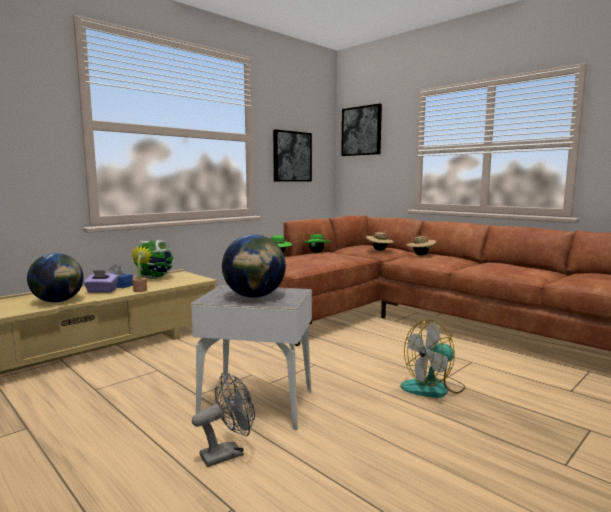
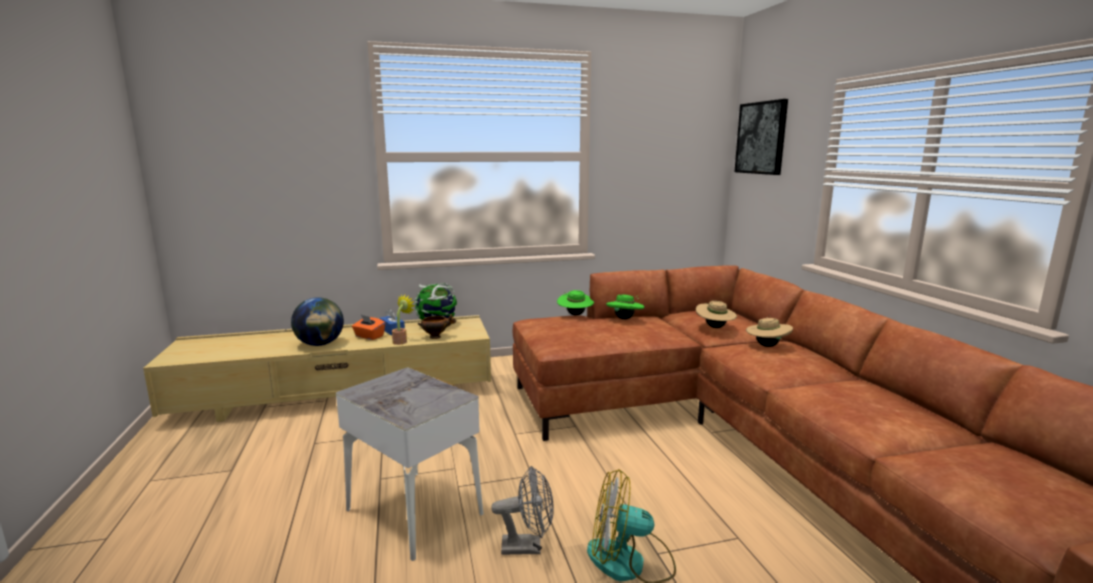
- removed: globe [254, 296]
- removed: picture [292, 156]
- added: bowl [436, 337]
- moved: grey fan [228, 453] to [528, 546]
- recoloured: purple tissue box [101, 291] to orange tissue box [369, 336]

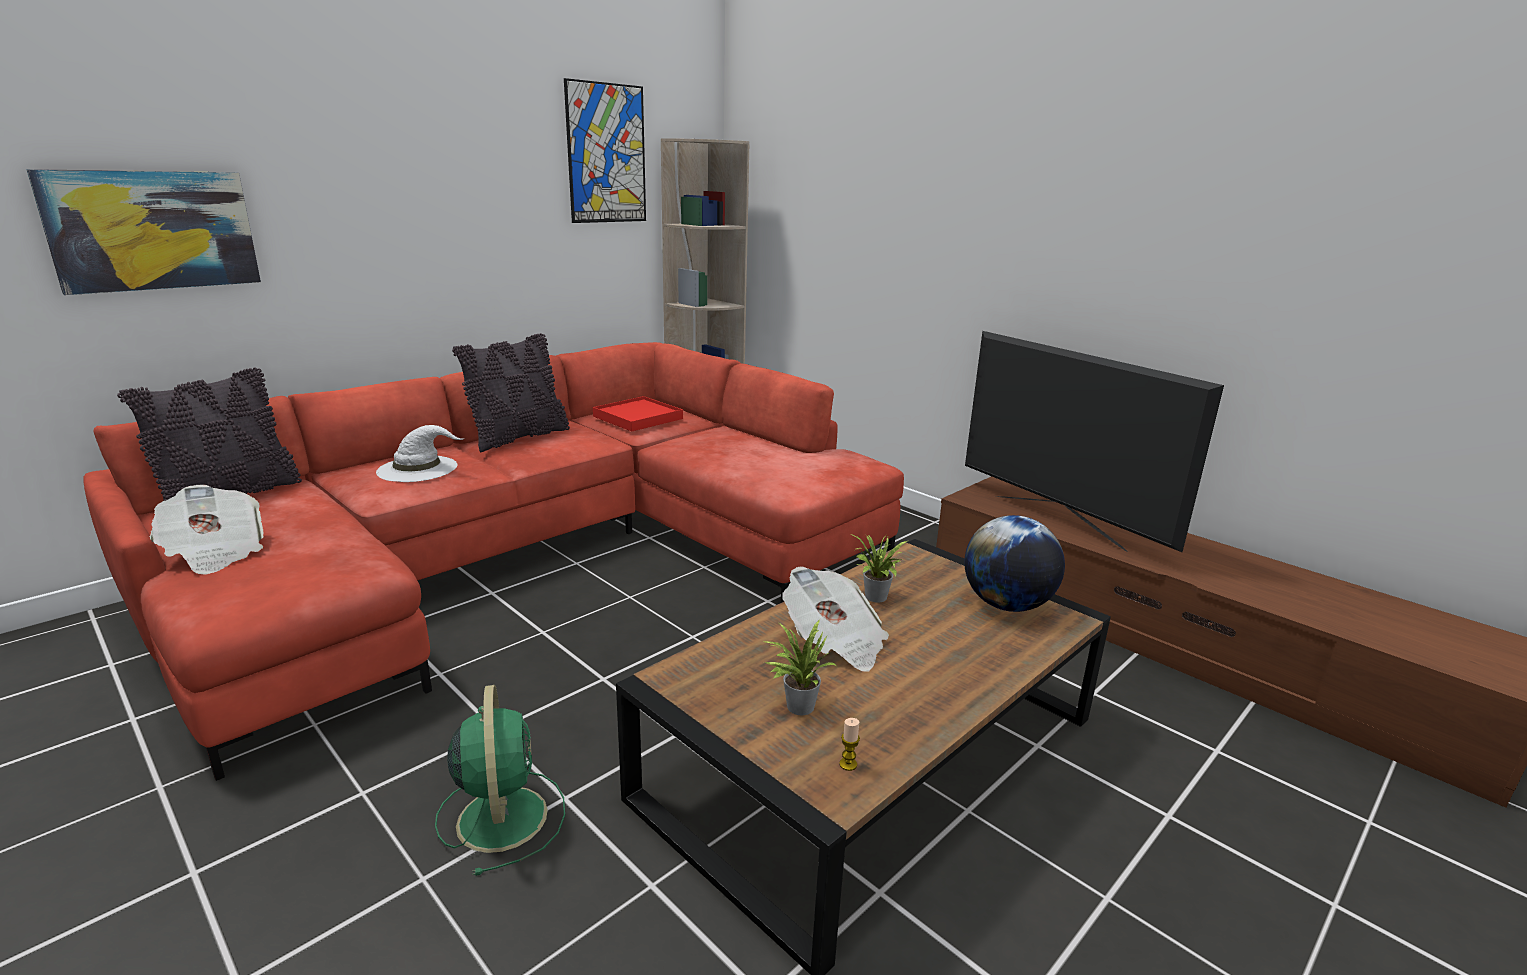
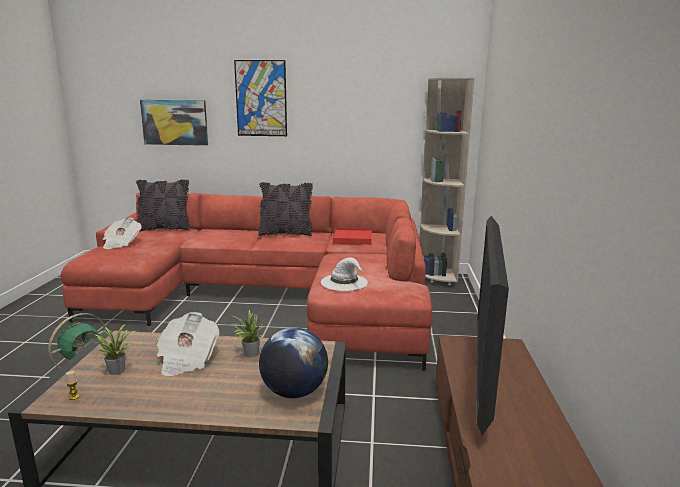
- moved: white hat [419, 468] to [344, 282]
- moved: picture [606, 154] to [261, 98]

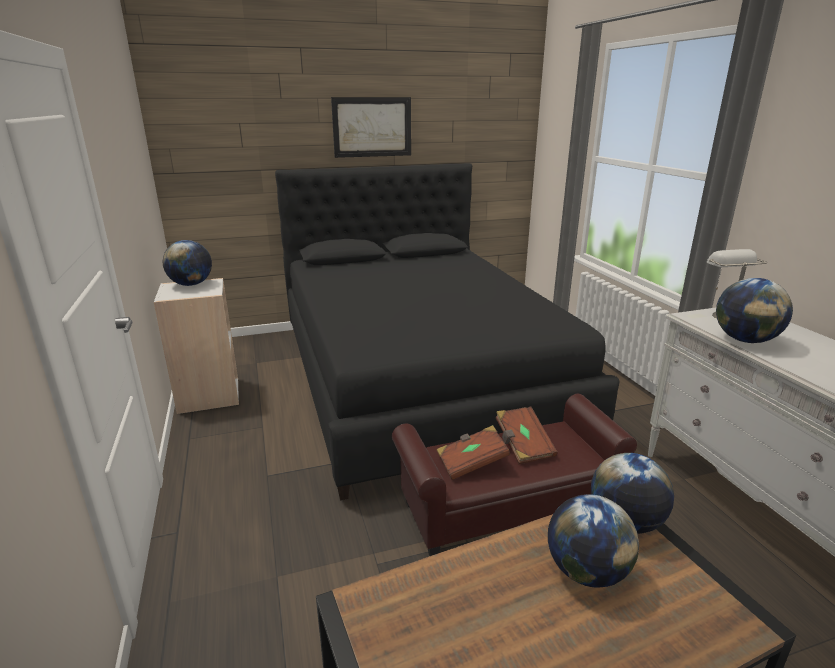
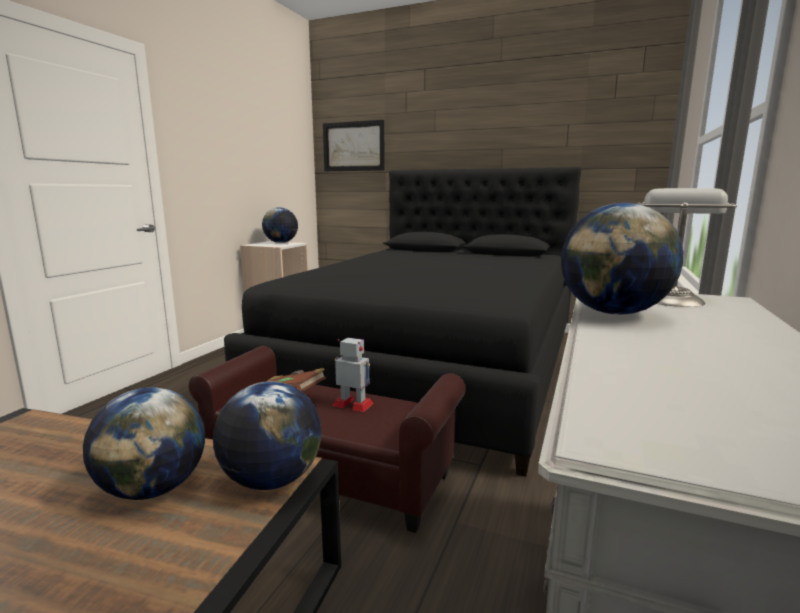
- moved: picture [372, 127] to [353, 146]
- replaced: brown book [523, 445] to toy robot [353, 404]

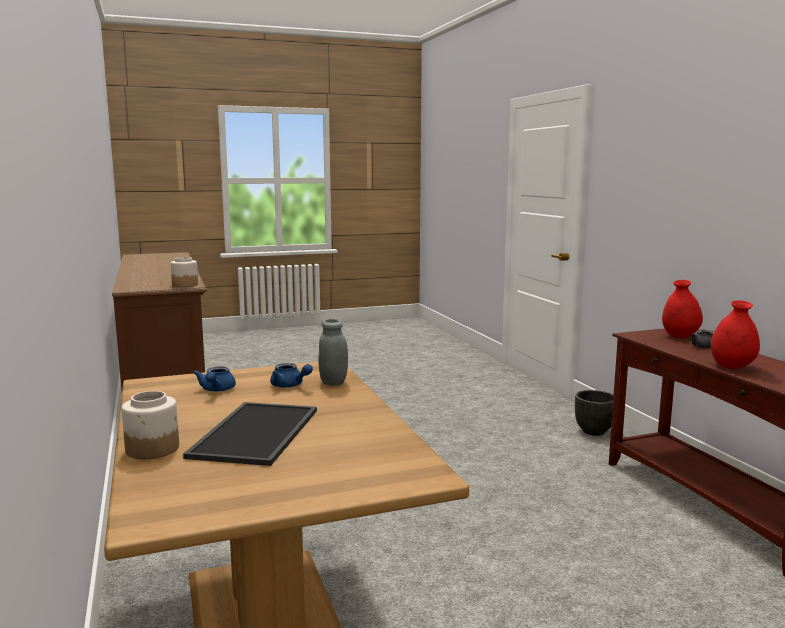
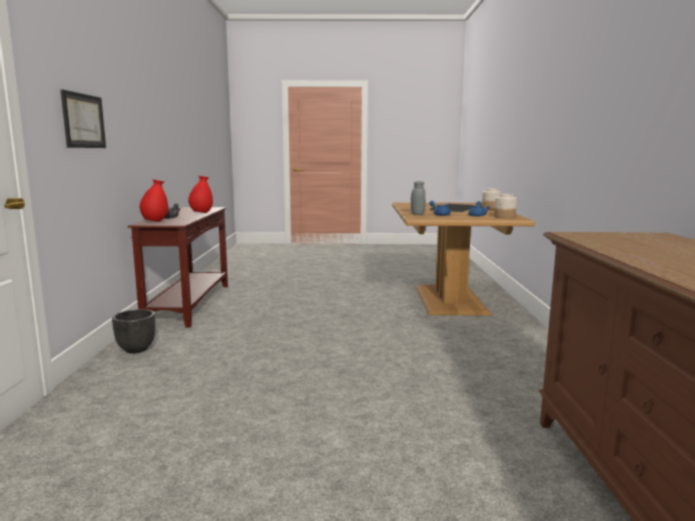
- added: picture [83, 121]
- moved: jar [185, 285] to [504, 217]

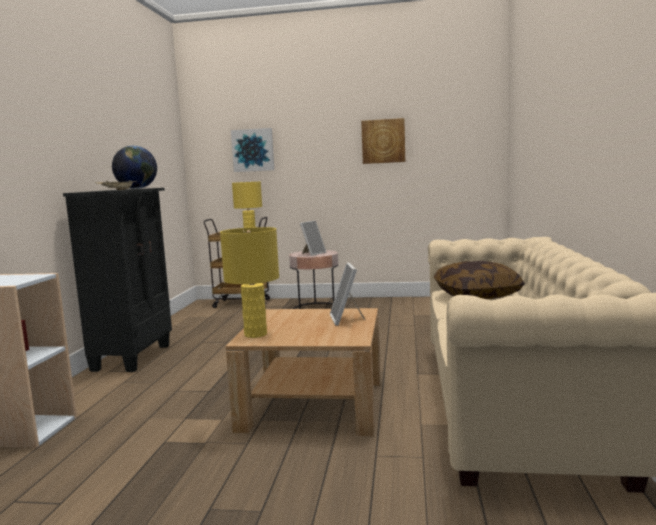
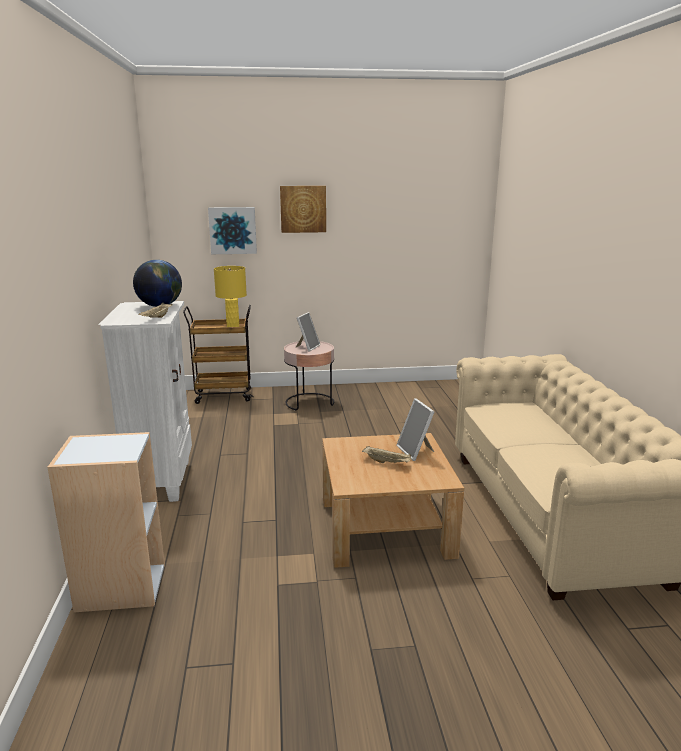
- removed: yellow table lamp [256, 334]
- removed: pillow [477, 295]
- added: beige tray [387, 462]
- moved: picture [383, 141] to [303, 209]
- recoloured: black cabinet [134, 358] to white cabinet [162, 482]

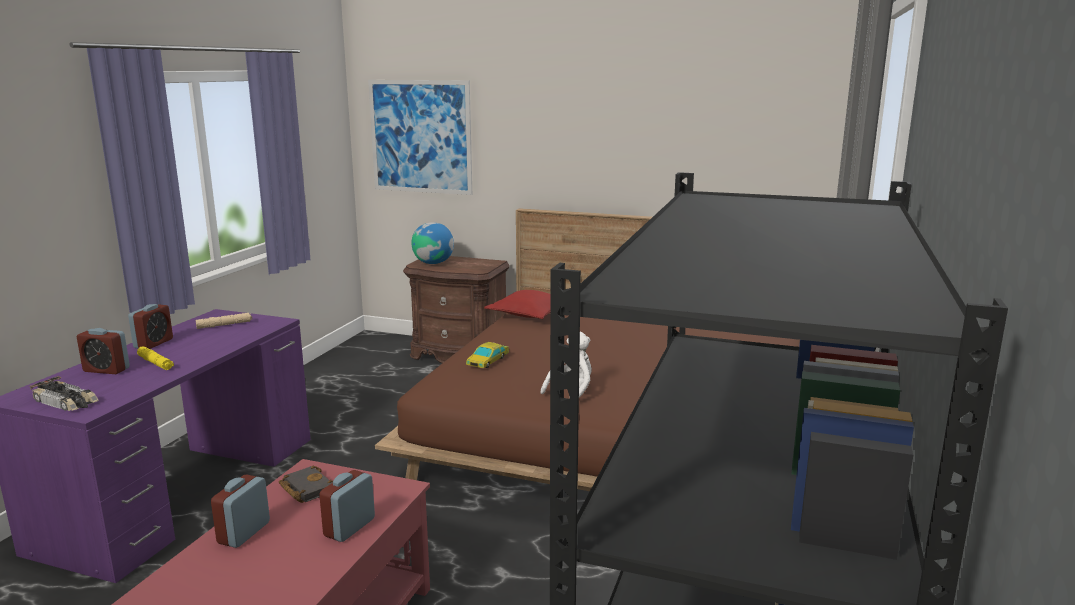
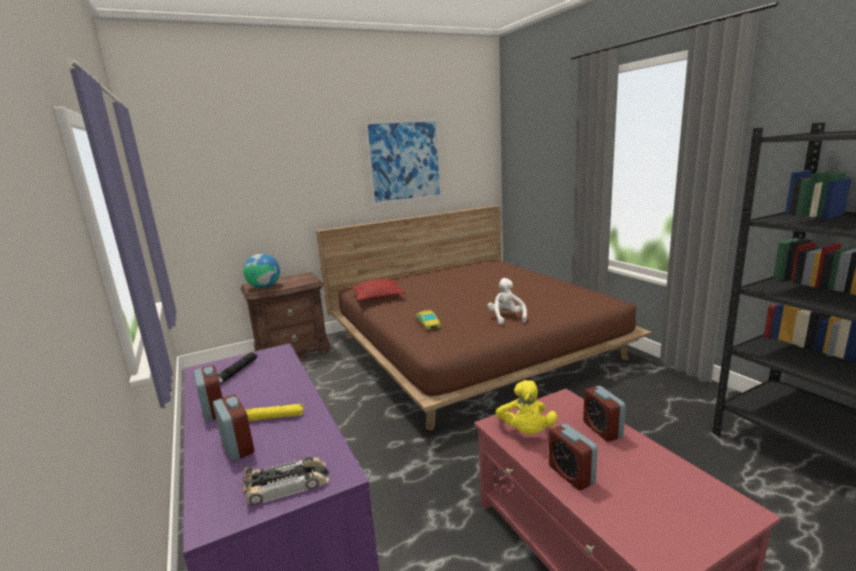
- moved: picture [420, 137] to [405, 161]
- replaced: black book [306, 488] to yellow plush toy [526, 432]
- recoloured: beige flashlight [224, 325] to black flashlight [238, 371]
- turned: alarm clock [106, 370] = [237, 447] 90 degrees counterclockwise

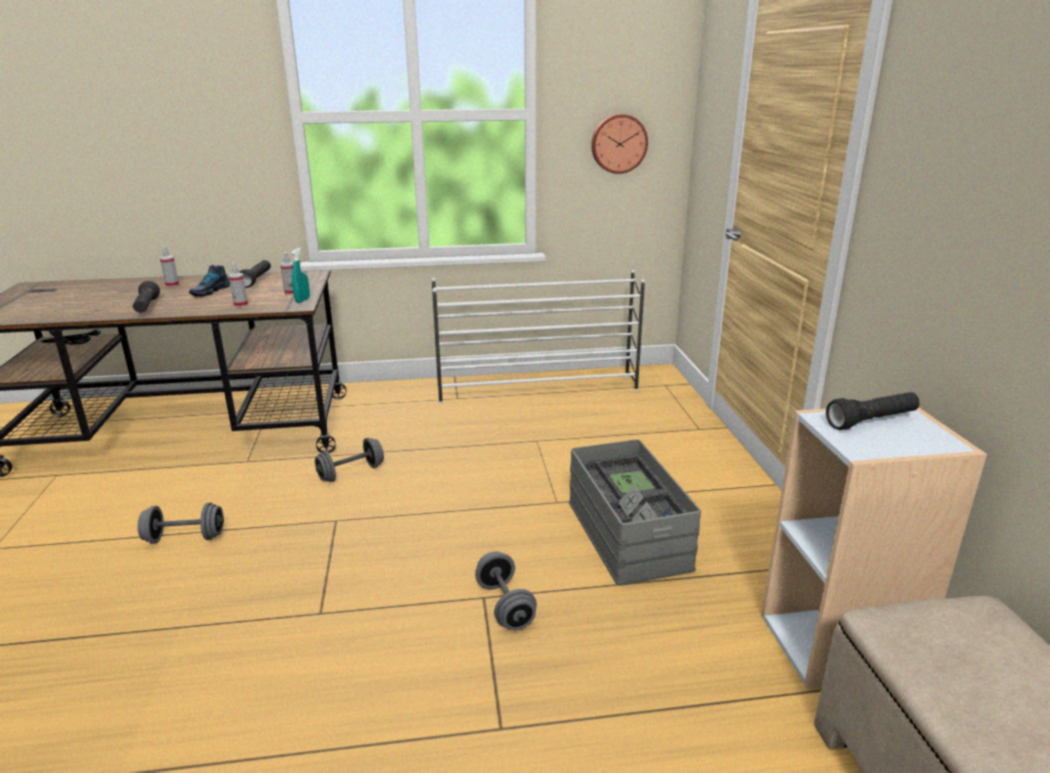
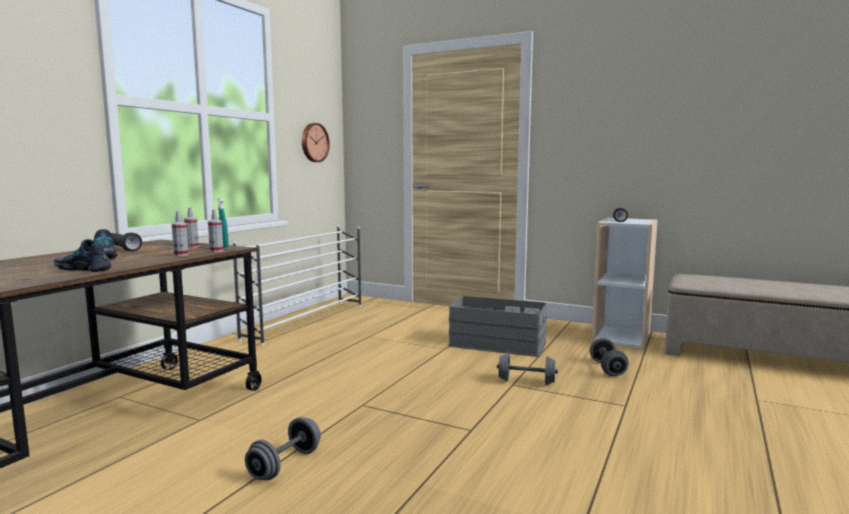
- moved: spray bottle [172, 285] to [216, 251]
- moved: grey dumbbell [351, 473] to [607, 369]
- replaced: black flashlight [147, 307] to shoe [83, 269]

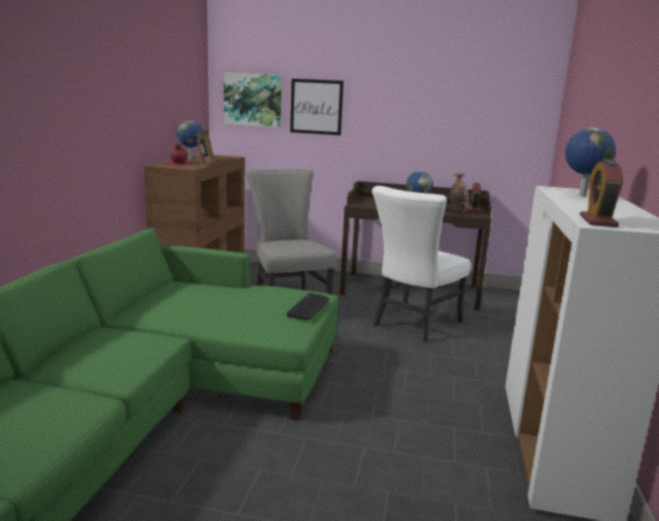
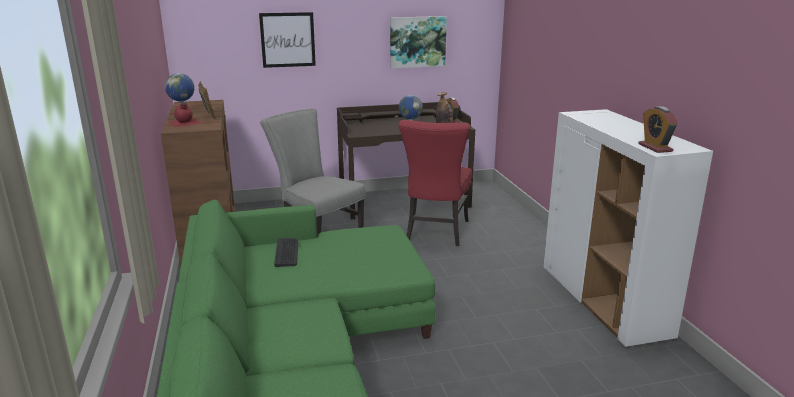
- removed: globe [581, 195]
- moved: picture [253, 99] to [417, 42]
- moved: keyboard [309, 307] to [287, 253]
- recoloured: white chair [413, 324] to red chair [435, 233]

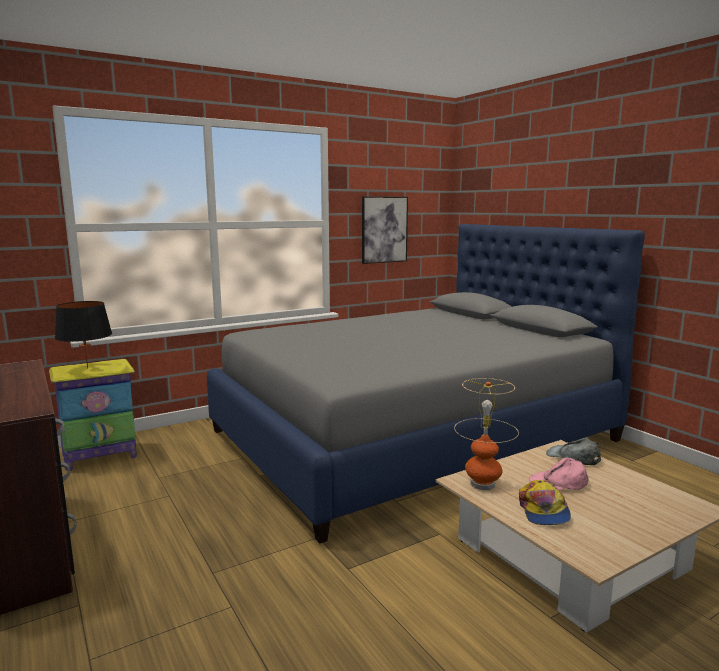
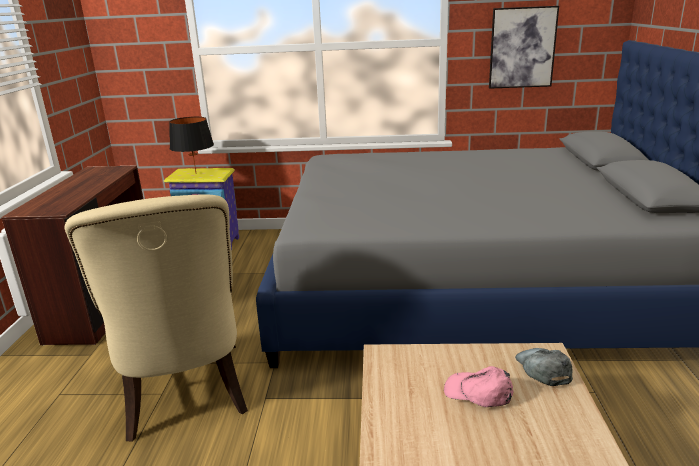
- removed: table lamp [482, 484]
- removed: cap [543, 511]
- added: beige chair [185, 390]

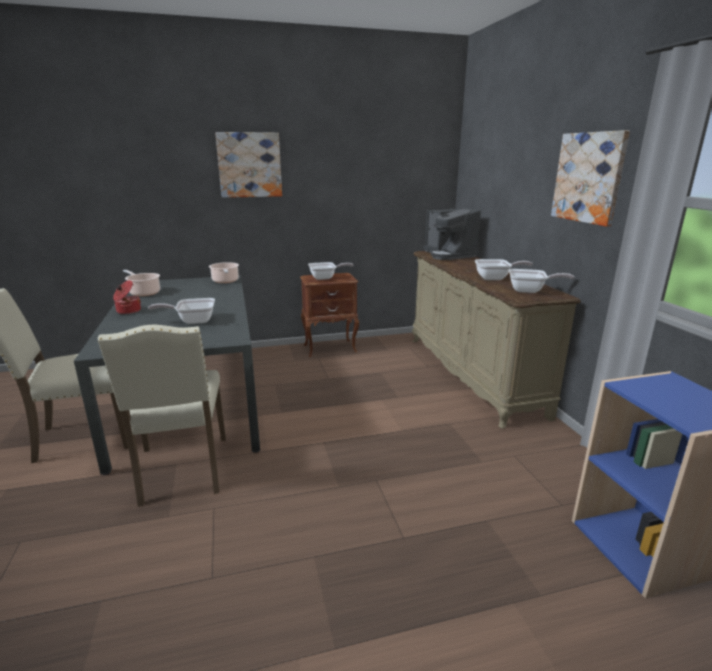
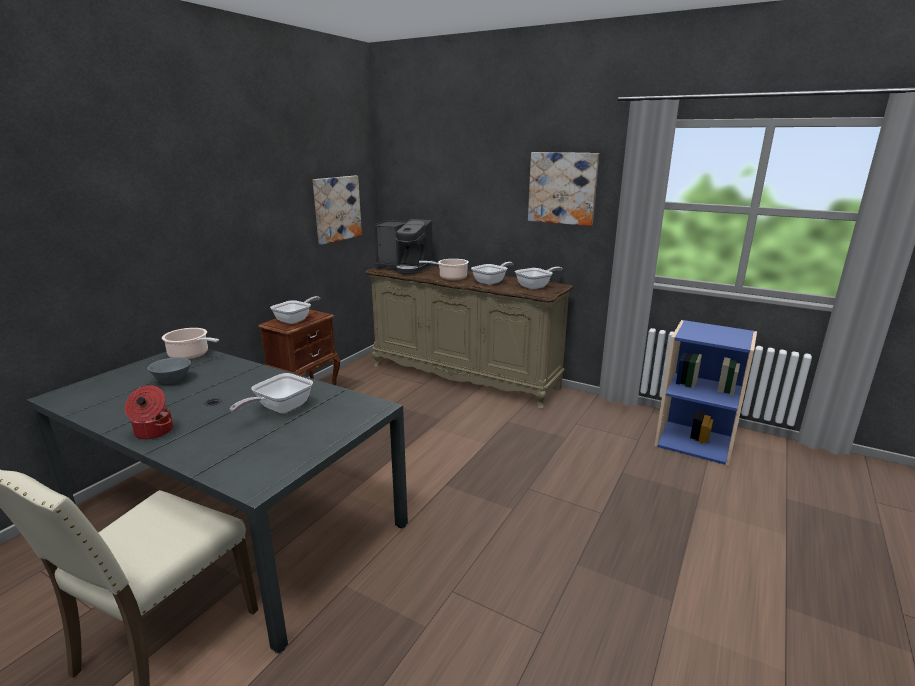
- removed: beige chair [182, 471]
- added: grey bowl [173, 381]
- moved: cooking pot [144, 293] to [451, 278]
- moved: picture [249, 165] to [336, 209]

